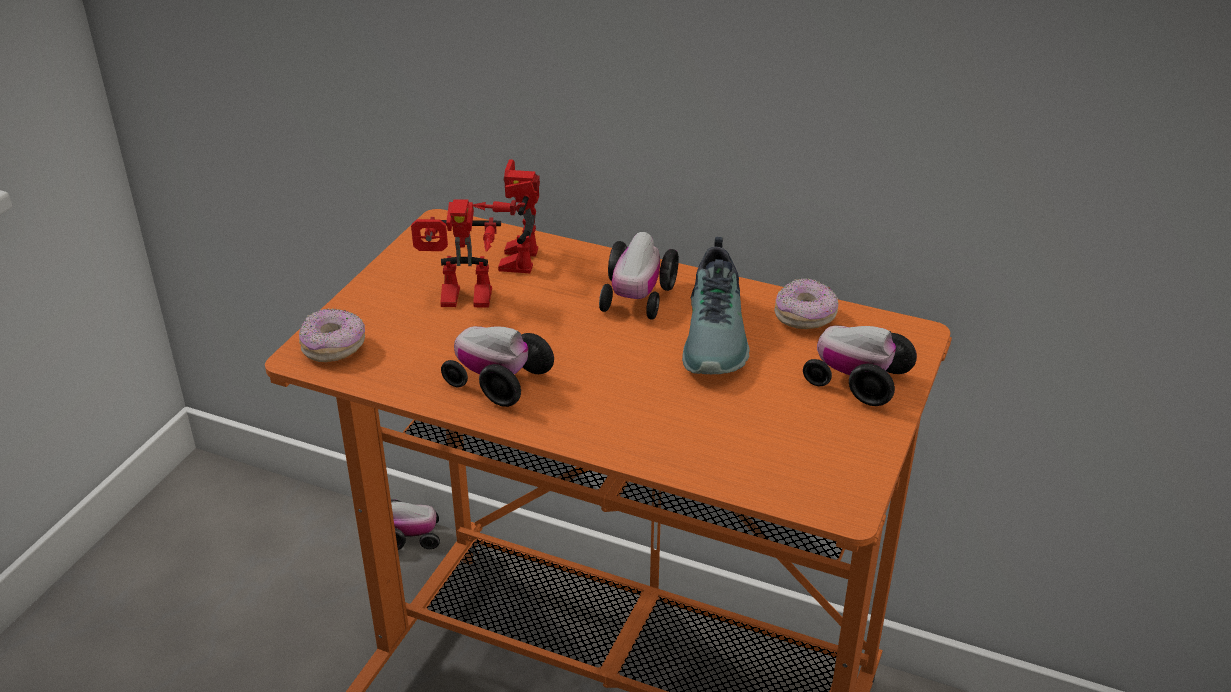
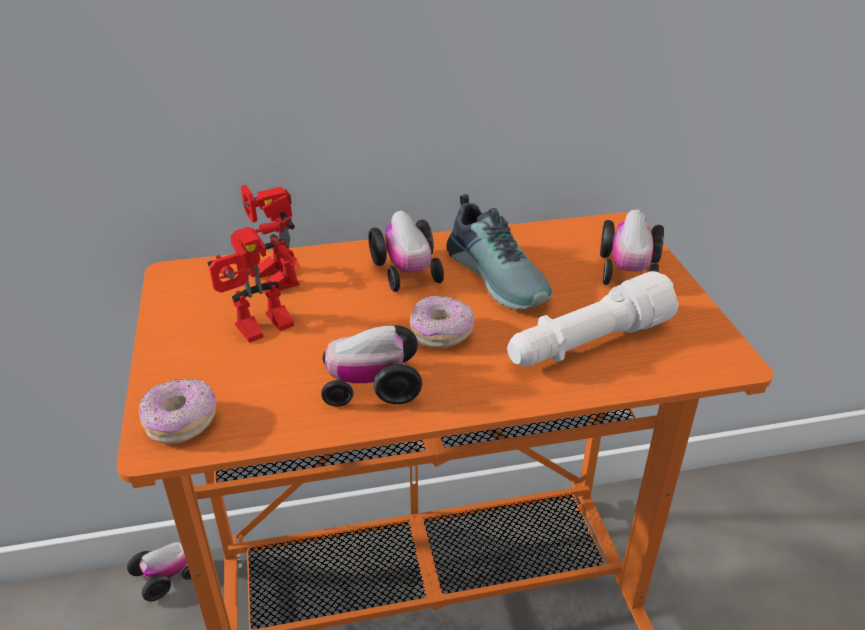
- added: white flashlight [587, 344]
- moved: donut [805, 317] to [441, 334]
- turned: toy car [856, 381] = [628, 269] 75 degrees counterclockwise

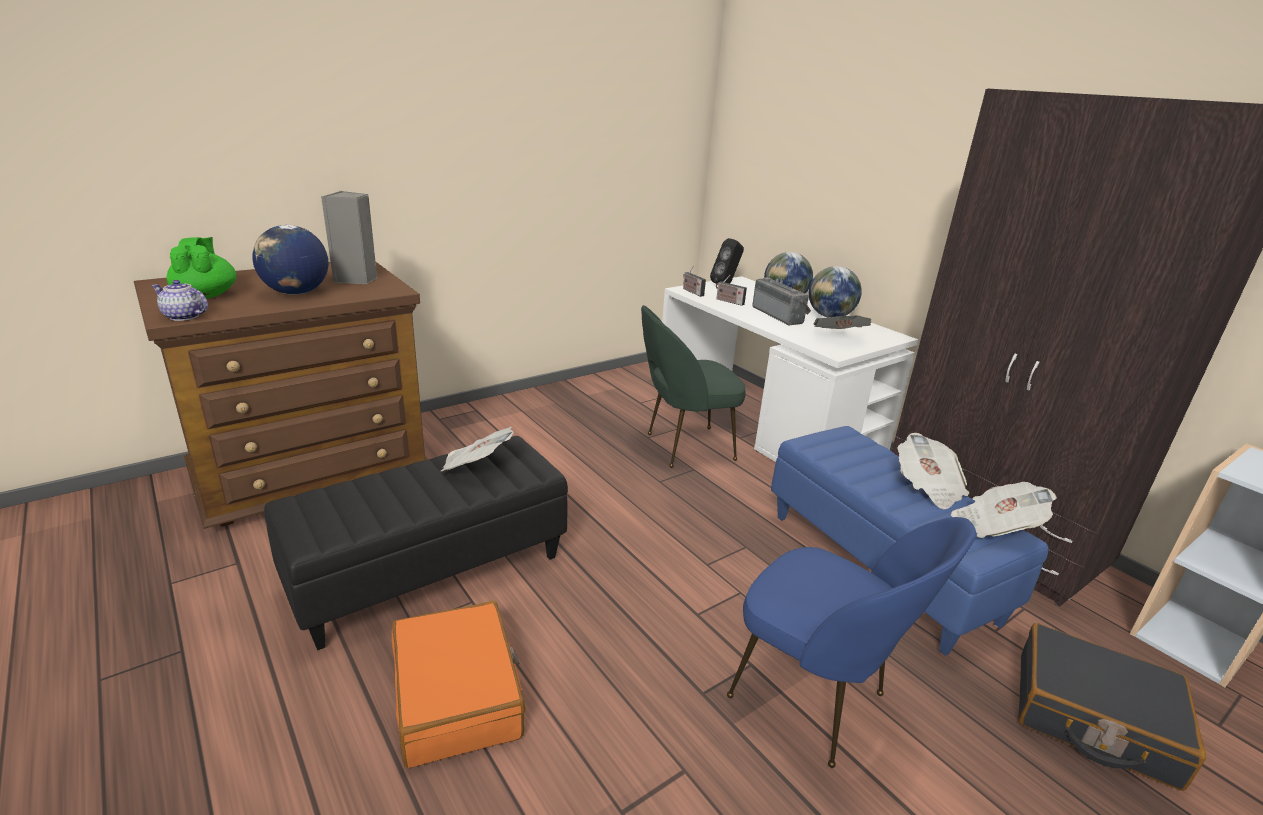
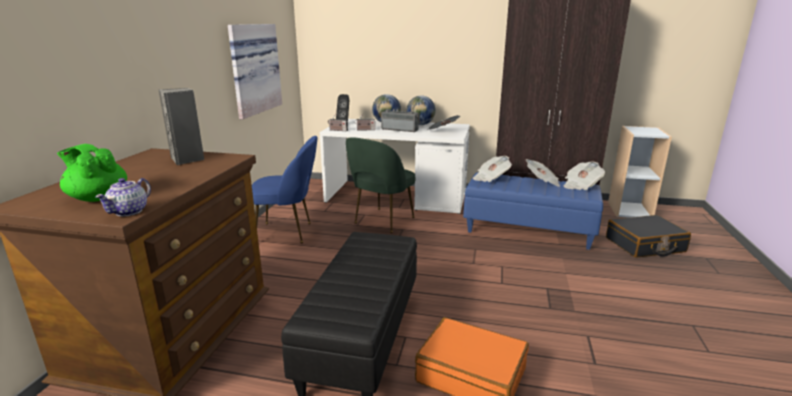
- removed: globe [296, 293]
- added: picture [253, 69]
- moved: newspaper [476, 466] to [490, 178]
- moved: blue chair [817, 704] to [289, 233]
- turned: teapot [184, 316] = [129, 211] 45 degrees counterclockwise

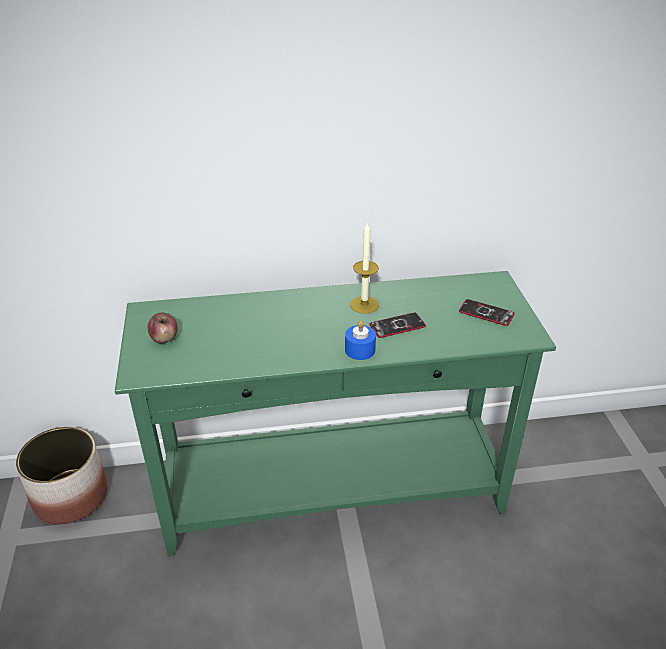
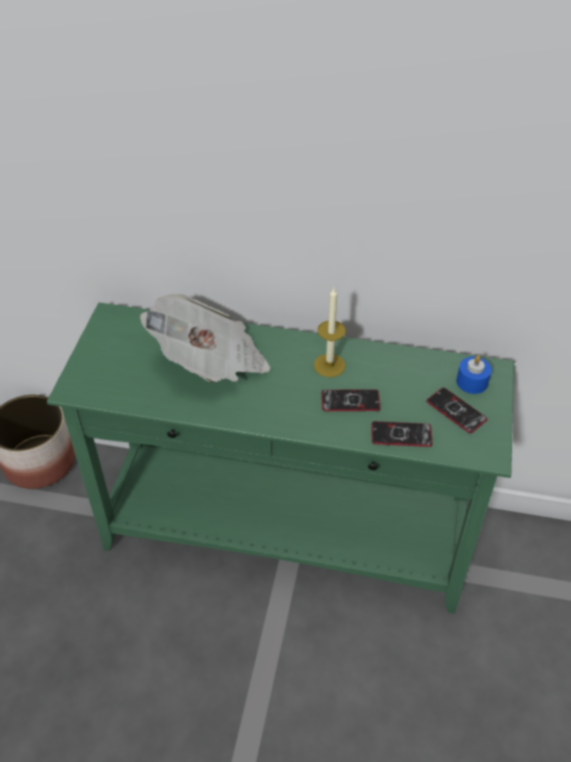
- removed: apple [164, 338]
- added: newspaper [210, 362]
- added: phone [401, 435]
- moved: blue candle [360, 350] to [472, 382]

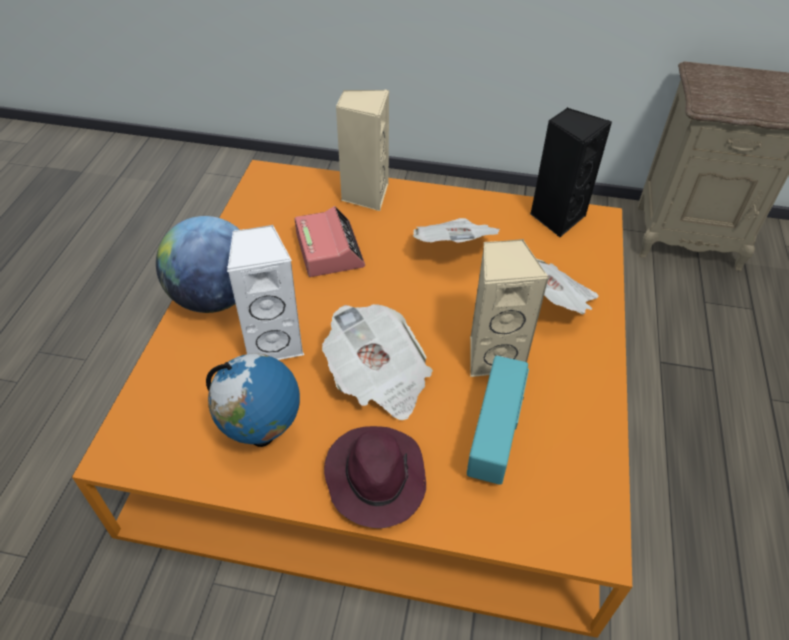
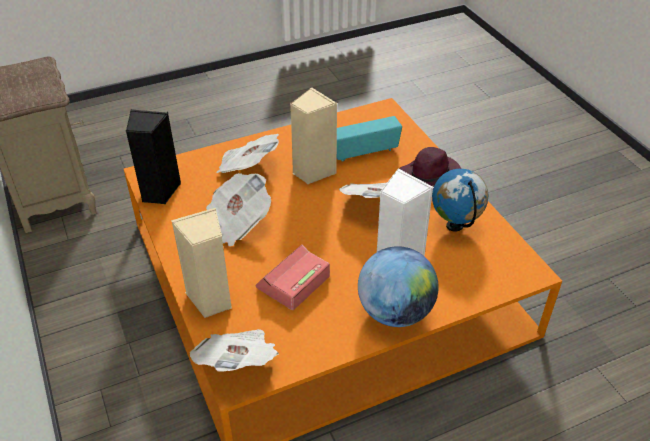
- added: newspaper [238, 362]

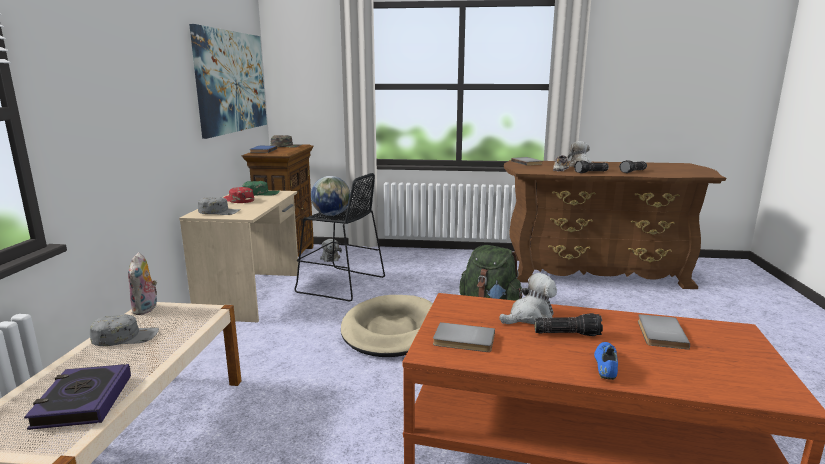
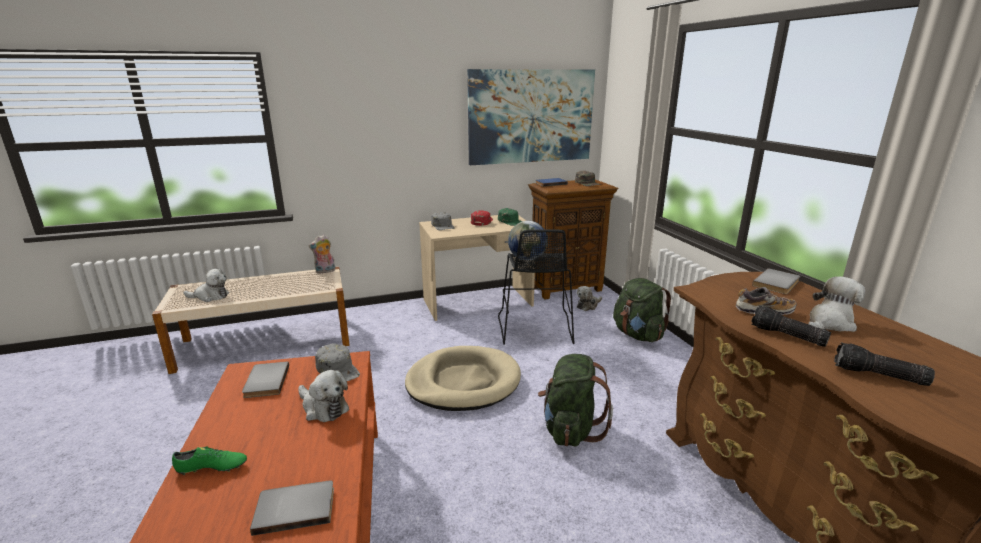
- removed: flashlight [567, 333]
- added: green backpack [638, 335]
- moved: grey cap [125, 337] to [338, 370]
- replaced: book [83, 401] to plush toy [210, 296]
- recoloured: blue shoe [606, 366] to green shoe [212, 468]

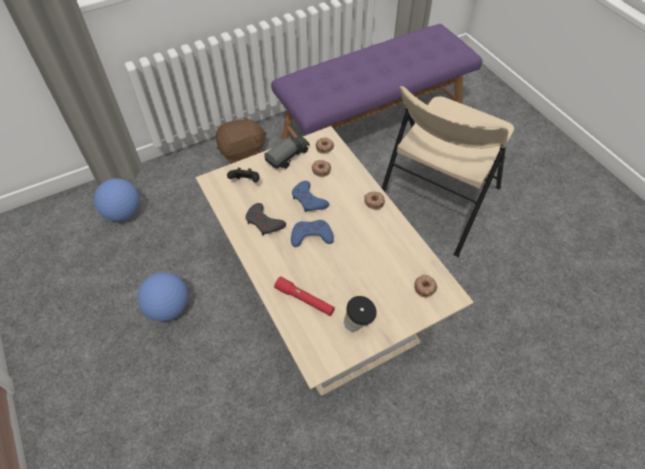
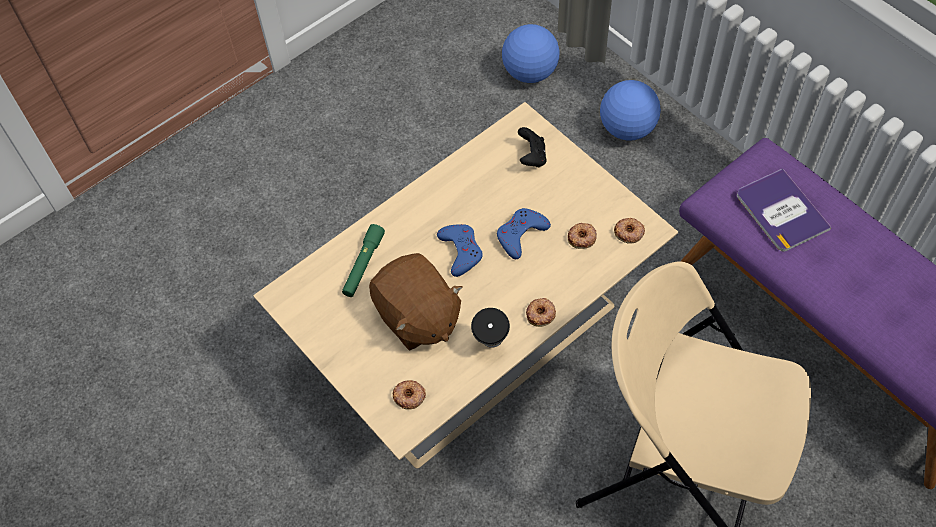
- removed: grey game controller [264, 222]
- removed: toy truck [289, 157]
- added: book [781, 211]
- moved: football [169, 308] to [627, 129]
- moved: brown plush toy [242, 152] to [417, 317]
- moved: cup [358, 326] to [491, 344]
- recoloured: red flashlight [305, 300] to green flashlight [363, 265]

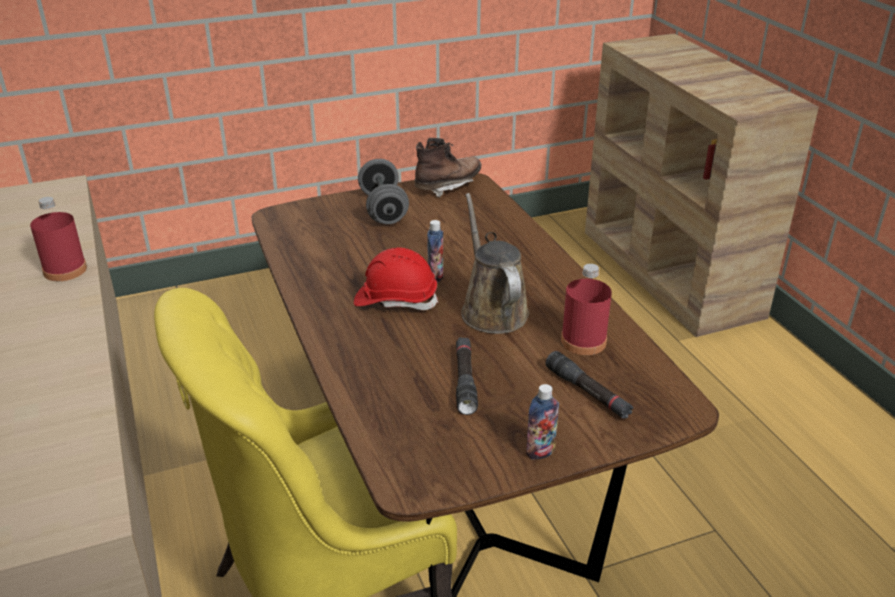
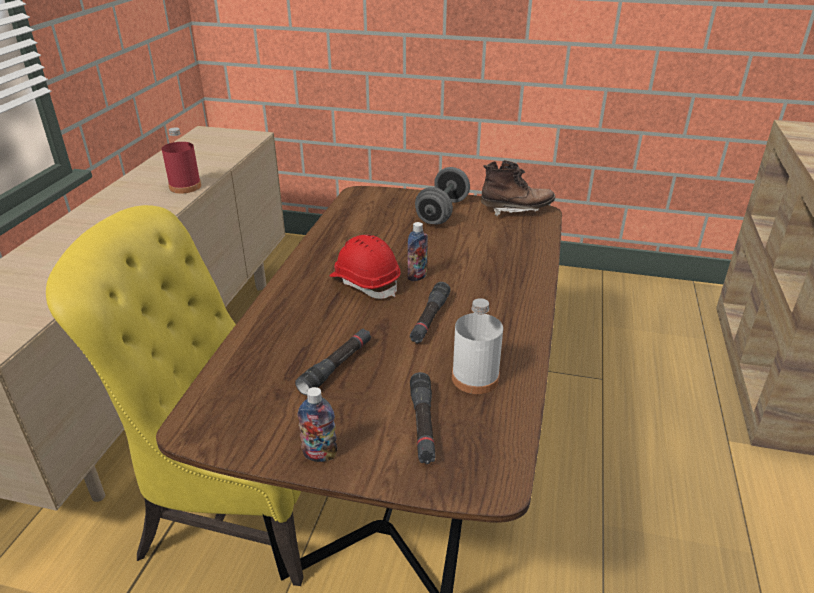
- replaced: brown watering can [492, 310] to black flashlight [429, 319]
- recoloured: red bottle [583, 341] to white bottle [475, 378]

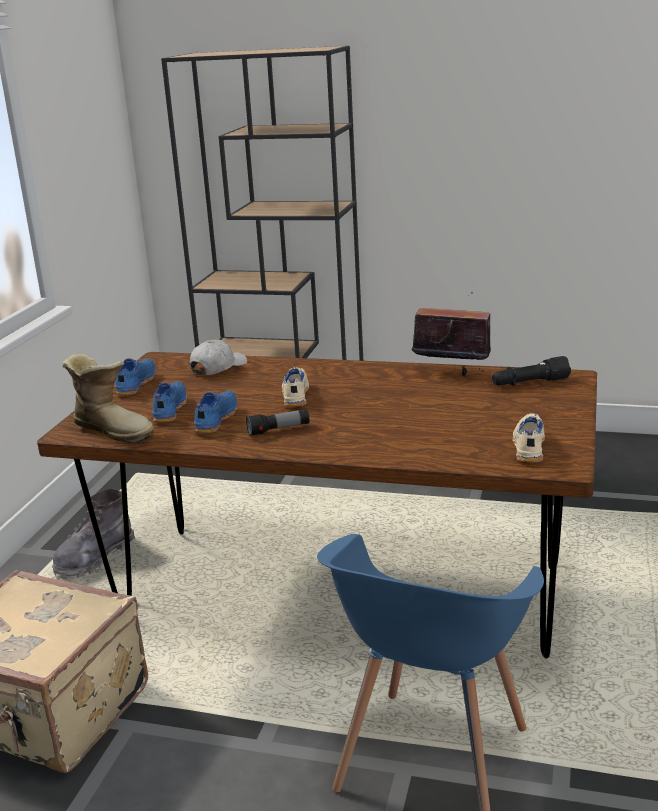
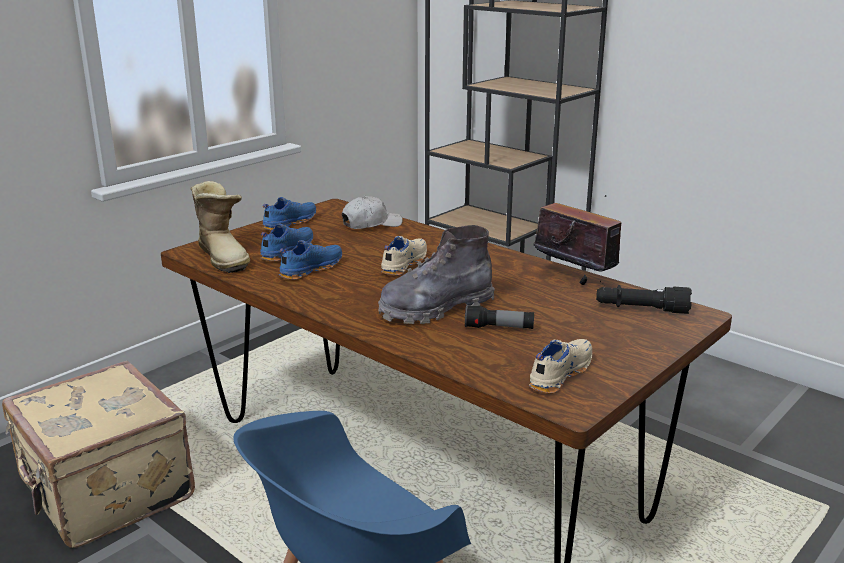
- moved: grey boot [94, 558] to [435, 308]
- moved: flashlight [278, 430] to [499, 328]

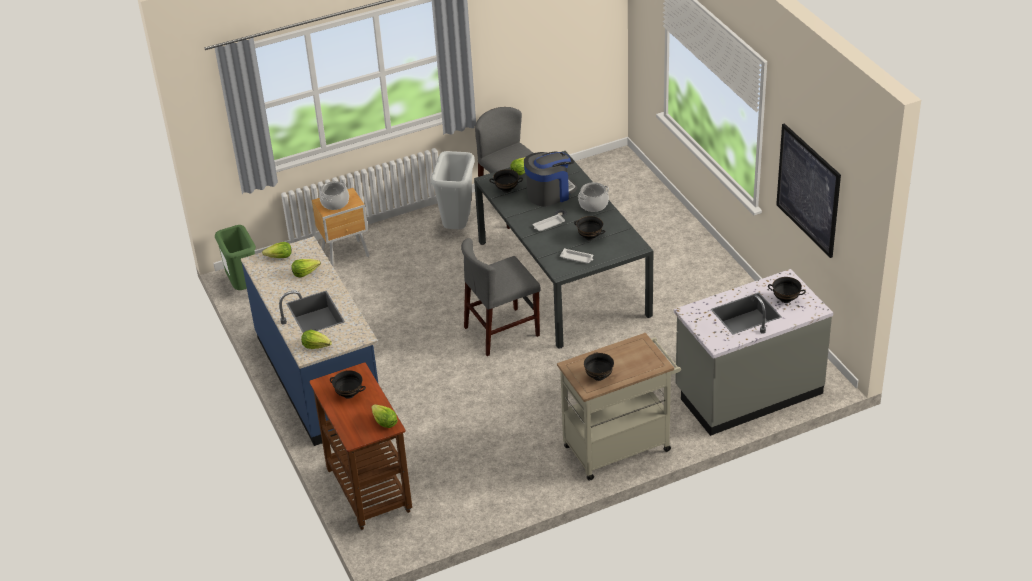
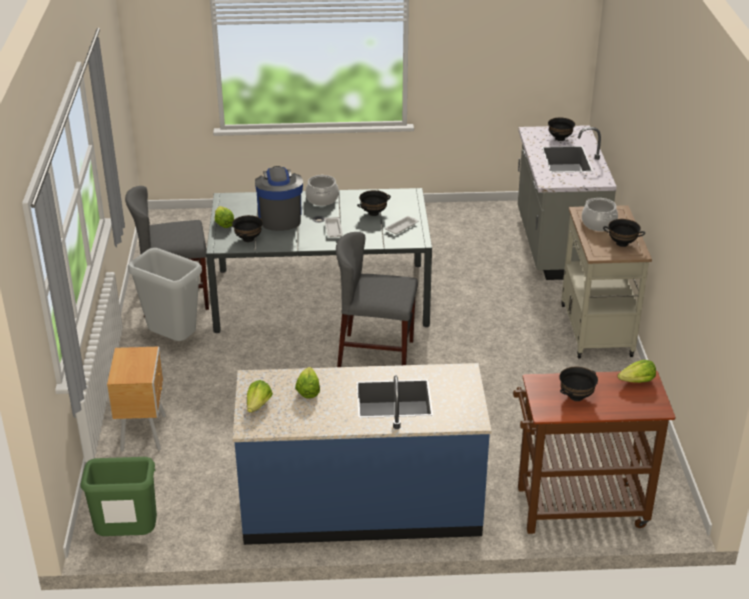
- removed: lettuce [316, 346]
- removed: picture [808, 190]
- moved: cooking pot [335, 203] to [599, 224]
- turned: grey chair [502, 331] = [376, 354] 105 degrees clockwise

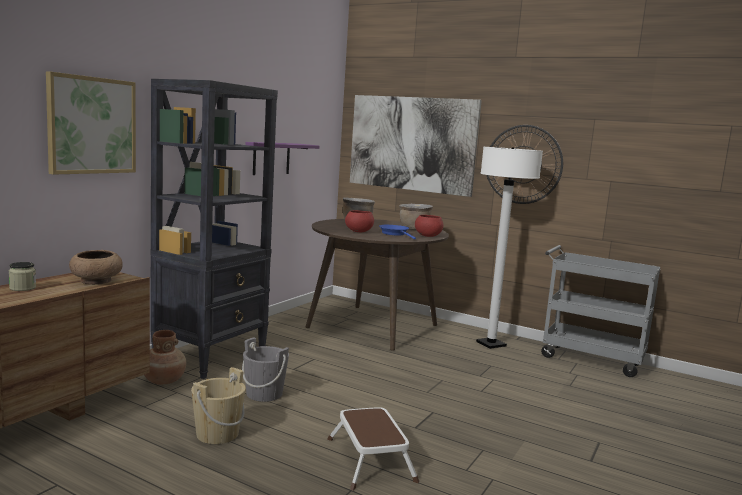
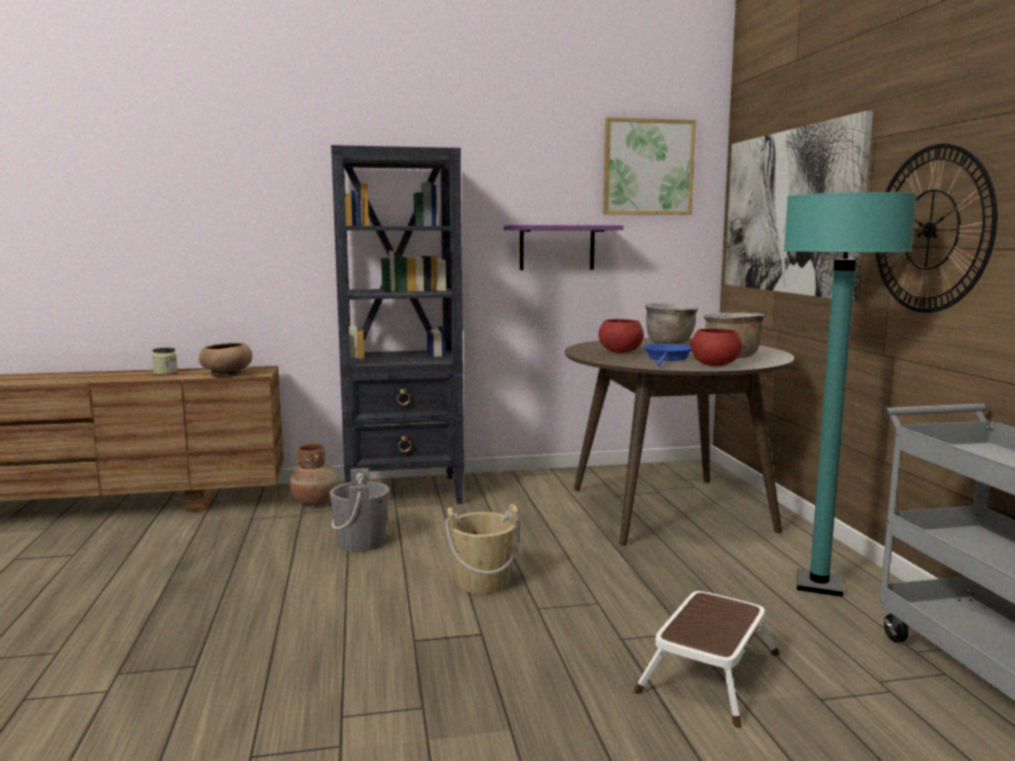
- moved: picture [91, 125] to [648, 167]
- moved: beige bucket [217, 434] to [483, 582]
- moved: brown step ladder [371, 459] to [710, 672]
- recoloured: white floor lamp [491, 344] to turquoise floor lamp [818, 585]

